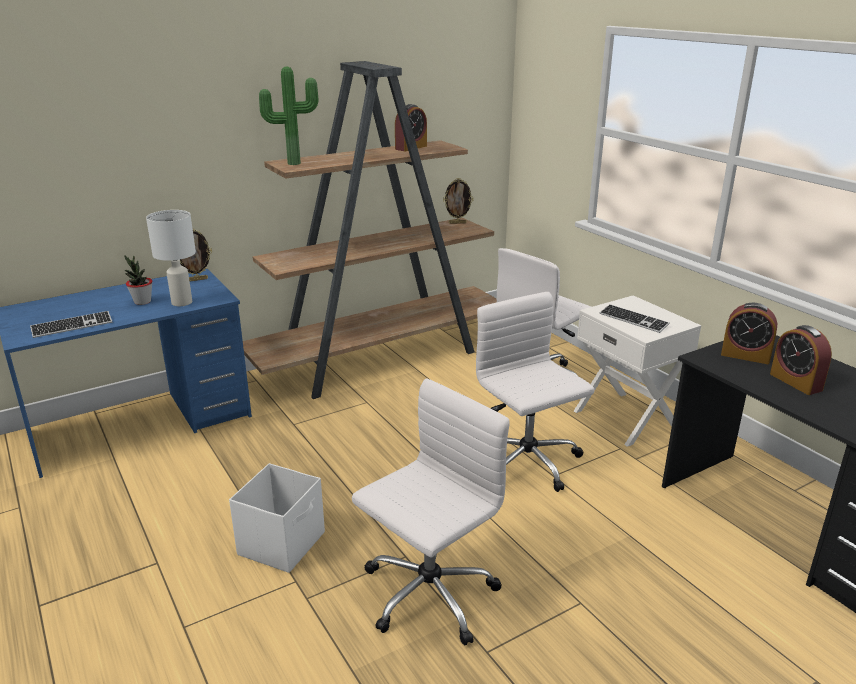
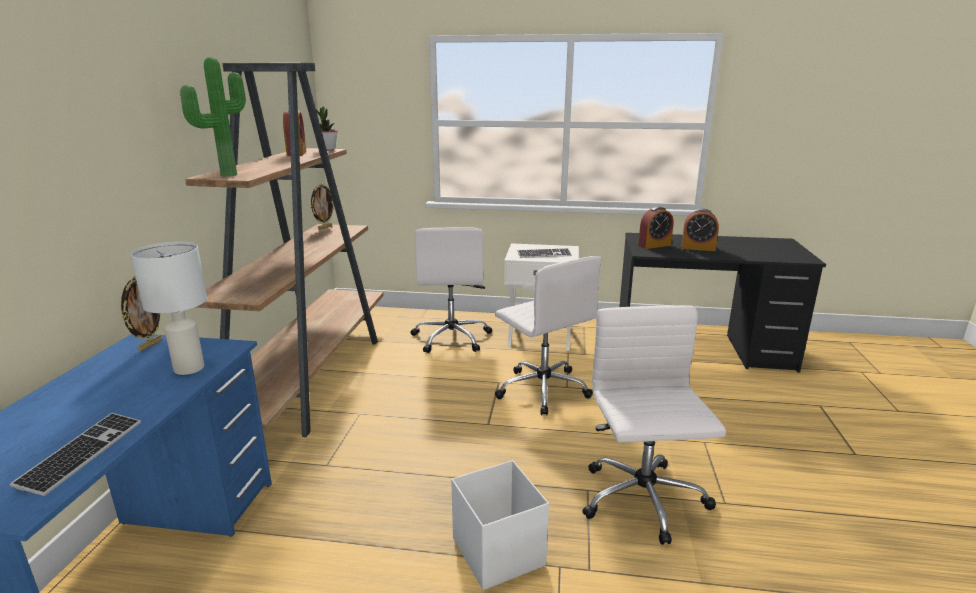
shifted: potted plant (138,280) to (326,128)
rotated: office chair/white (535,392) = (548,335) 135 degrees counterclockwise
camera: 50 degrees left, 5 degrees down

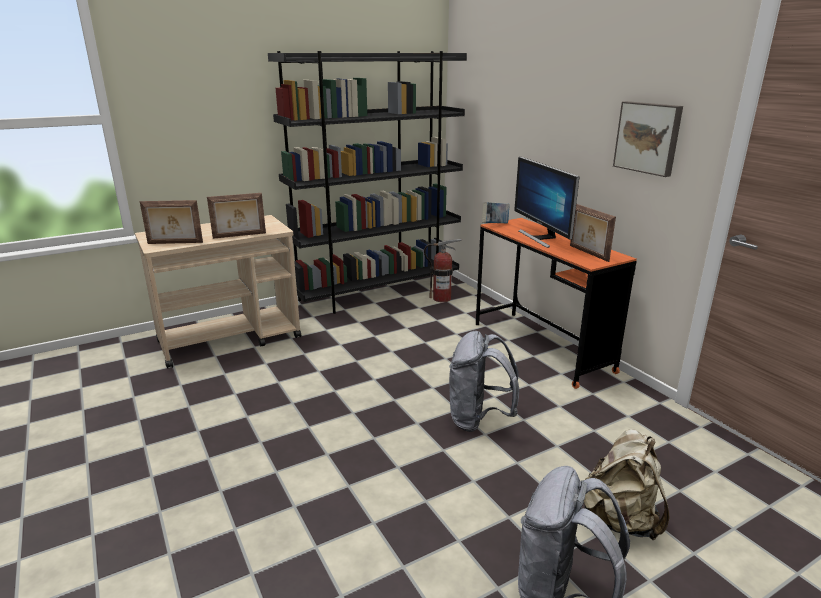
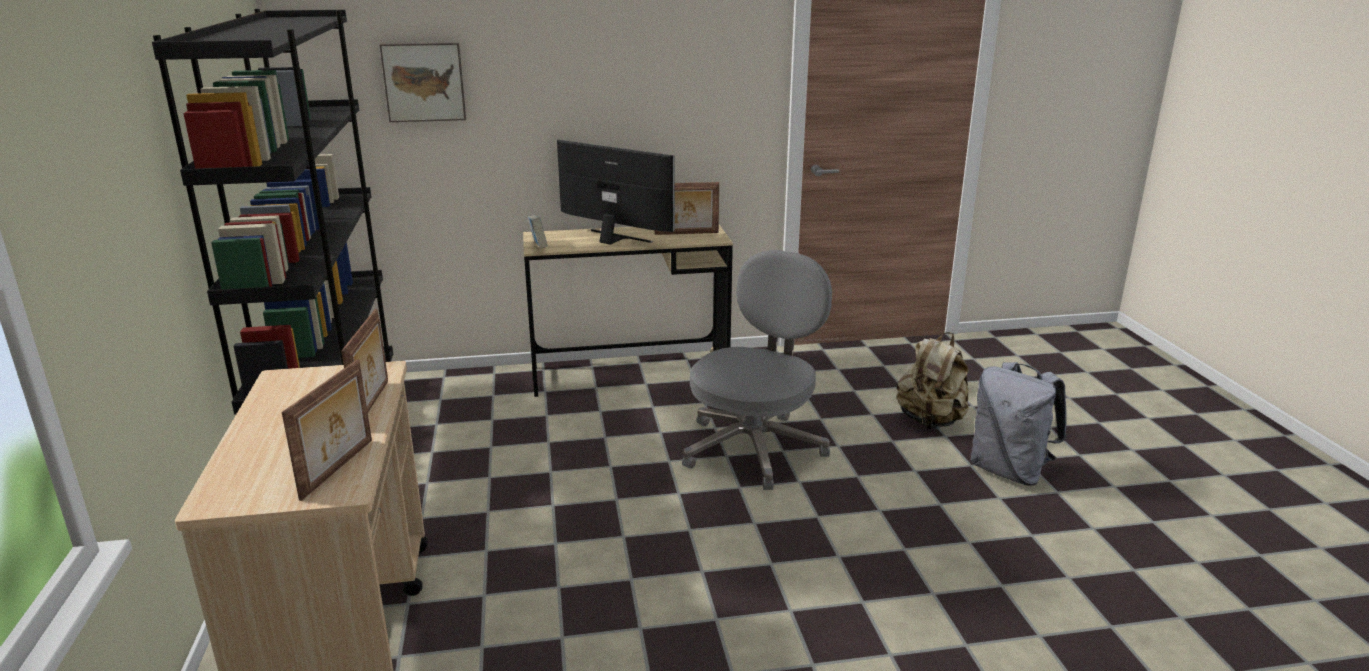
gone: fire extinguisher (443,270)
shifted: picture (648,139) to (423,82)
swapped: backpack/grey (484,381) to office chair/grey (757,370)
repainted: desk/orange (556,303) to desk/beige (628,311)
rotated: monitor (547,202) = (616,192) 150 degrees counterclockwise
camera: 70 degrees left, 0 degrees up

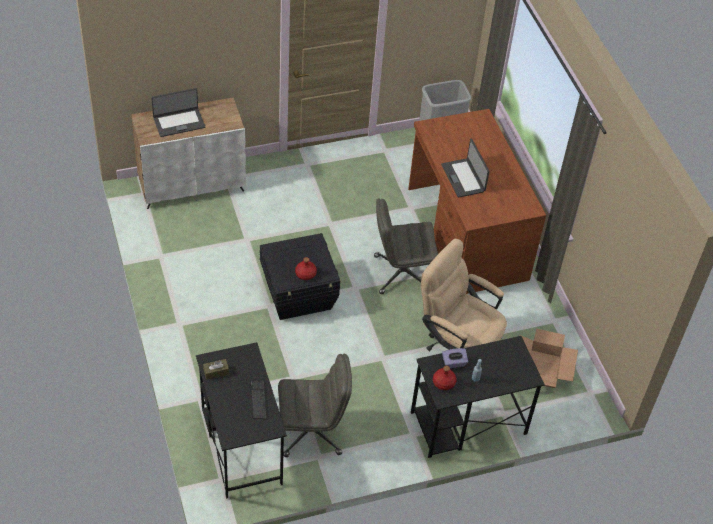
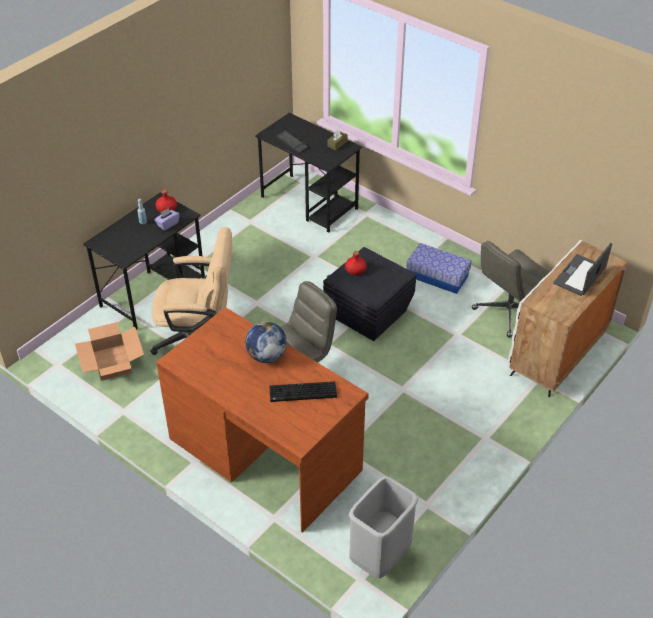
new: keyboard (303,391); storage box (439,268)
shifted: office chair/grey (315,405) to (511,289)
swapped: laptop (465,168) to globe (266,342)
camera: 150 degrees right, 5 degrees down

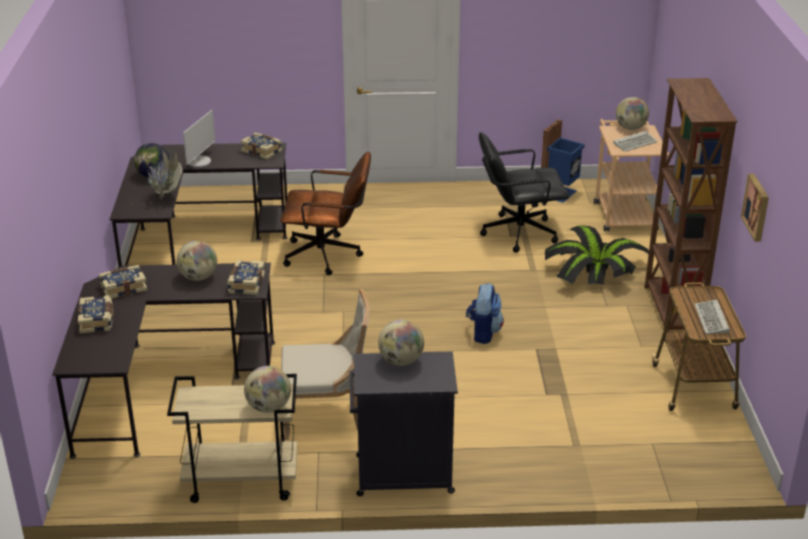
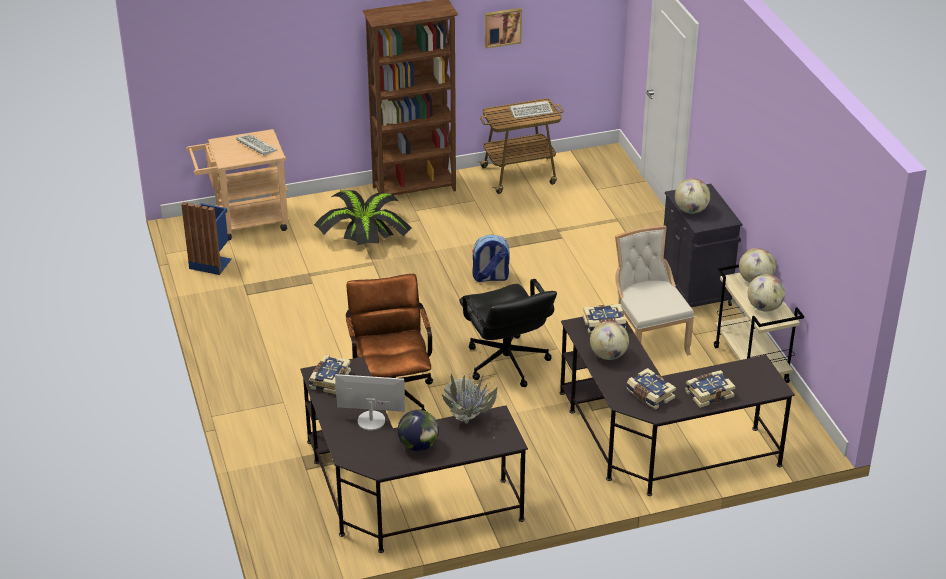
shifted: office chair/black (524,192) to (508,333); globe (632,113) to (766,293)
camera: 105 degrees left, 5 degrees up

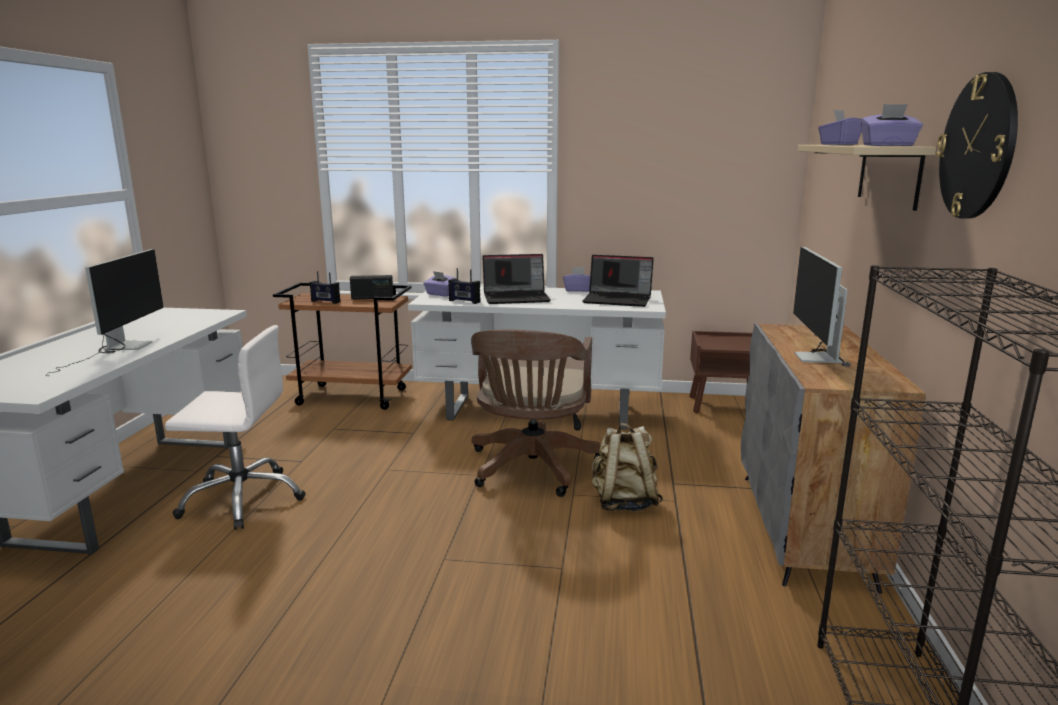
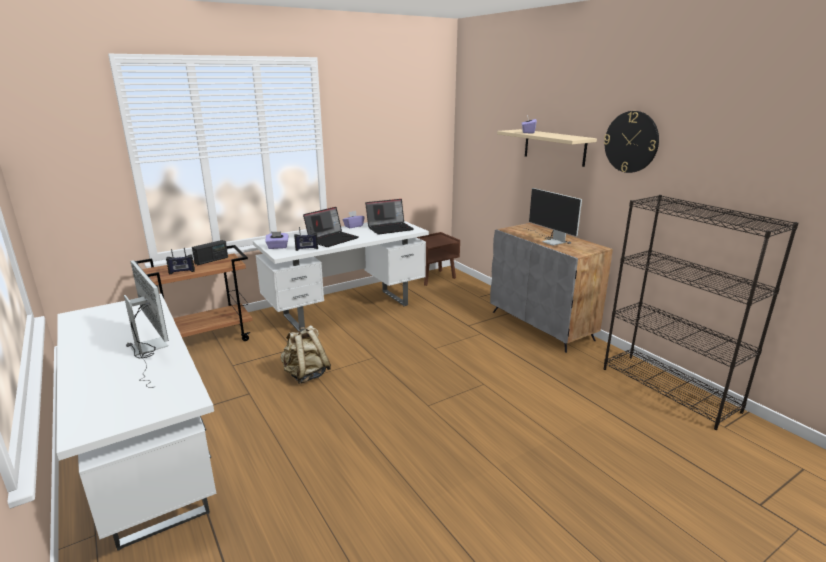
gone: office chair/white (235,427); office chair/brown (536,413); tissue box/purple (892,125)
shifted: backpack/beige (627,467) to (305,354)
camera: 40 degrees left, 5 degrees up

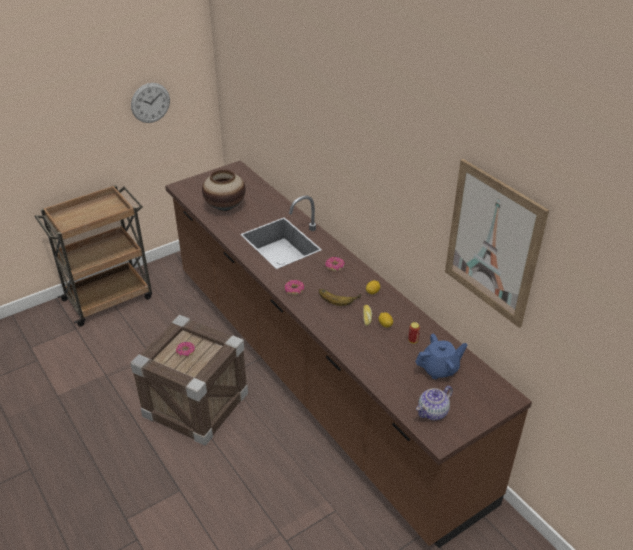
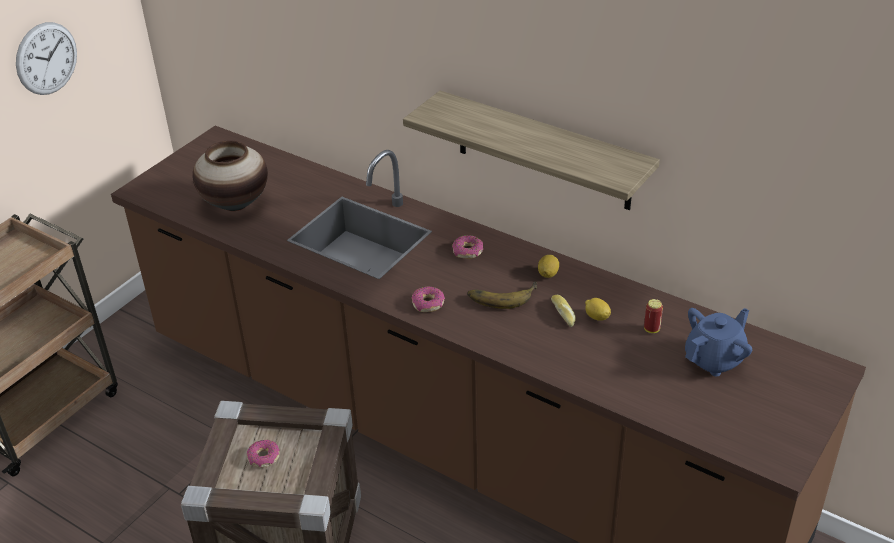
gone: teapot (434,403); picture (497,243)
new: shelf (531,150)
camera: 20 degrees left, 0 degrees up

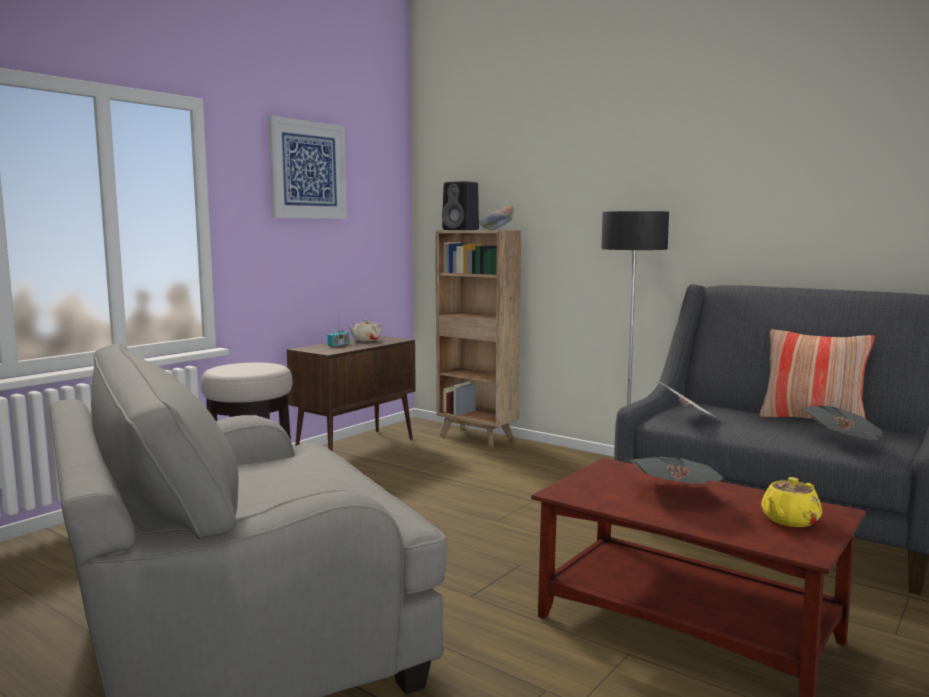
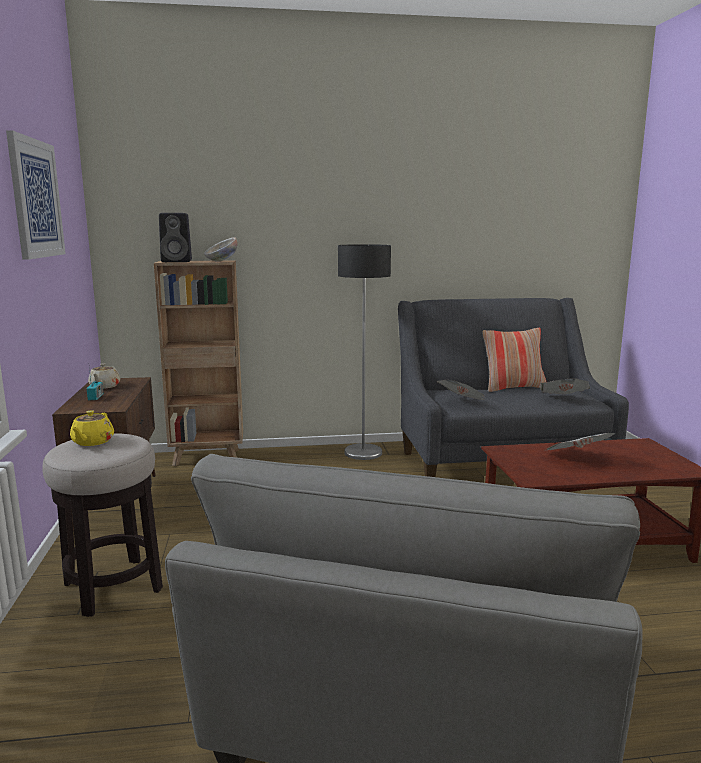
shifted: teapot/yellow (791,502) to (92,428)
camera: 45 degrees left, 5 degrees up

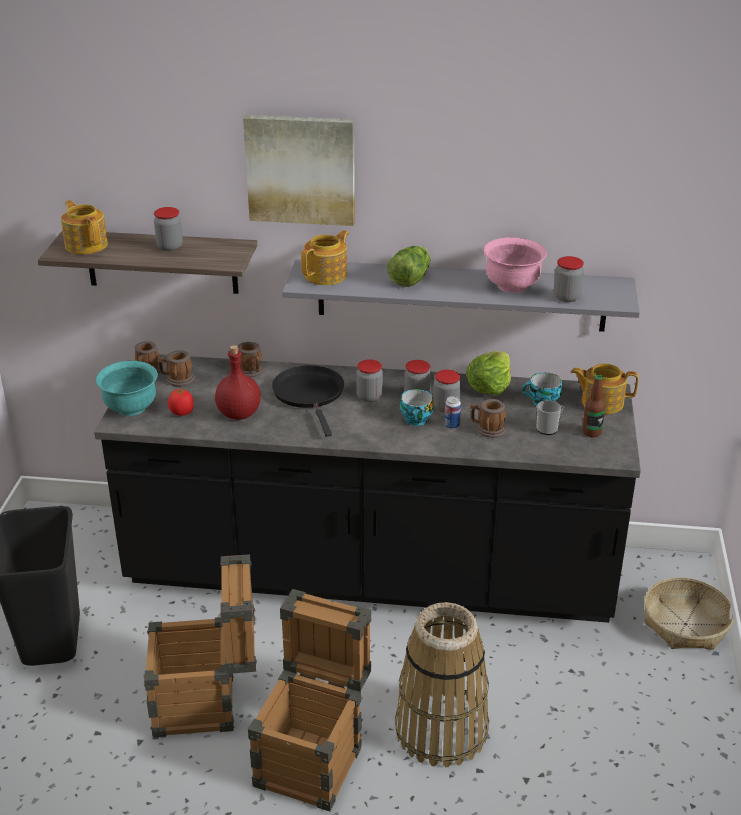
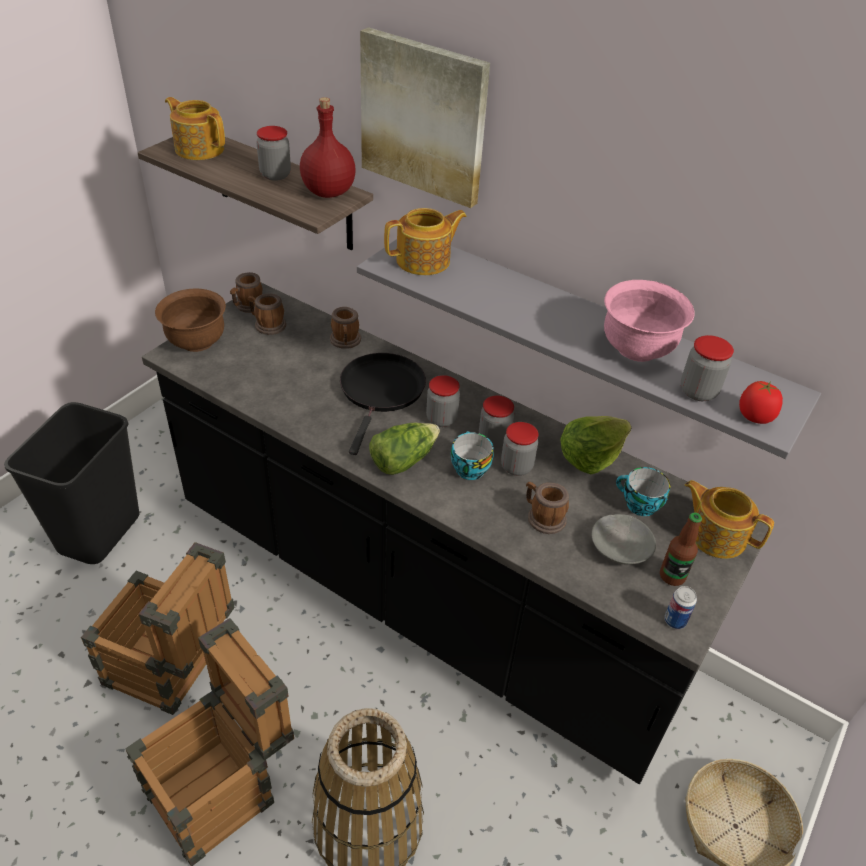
shifted: tomato (181,402) to (761,402); bottle/red (238,382) to (328,147); lettuce (408,266) to (404,449); can (452,412) to (680,607)
swapped: mug (550,417) to bowl/grey (623,539)
repainted: bowl/turquoise (127,388) to bowl/brown (190,320)
rotated: teapot (84,227) = (195,128) 45 degrees counterclockwise
camera: 25 degrees right, 10 degrees up

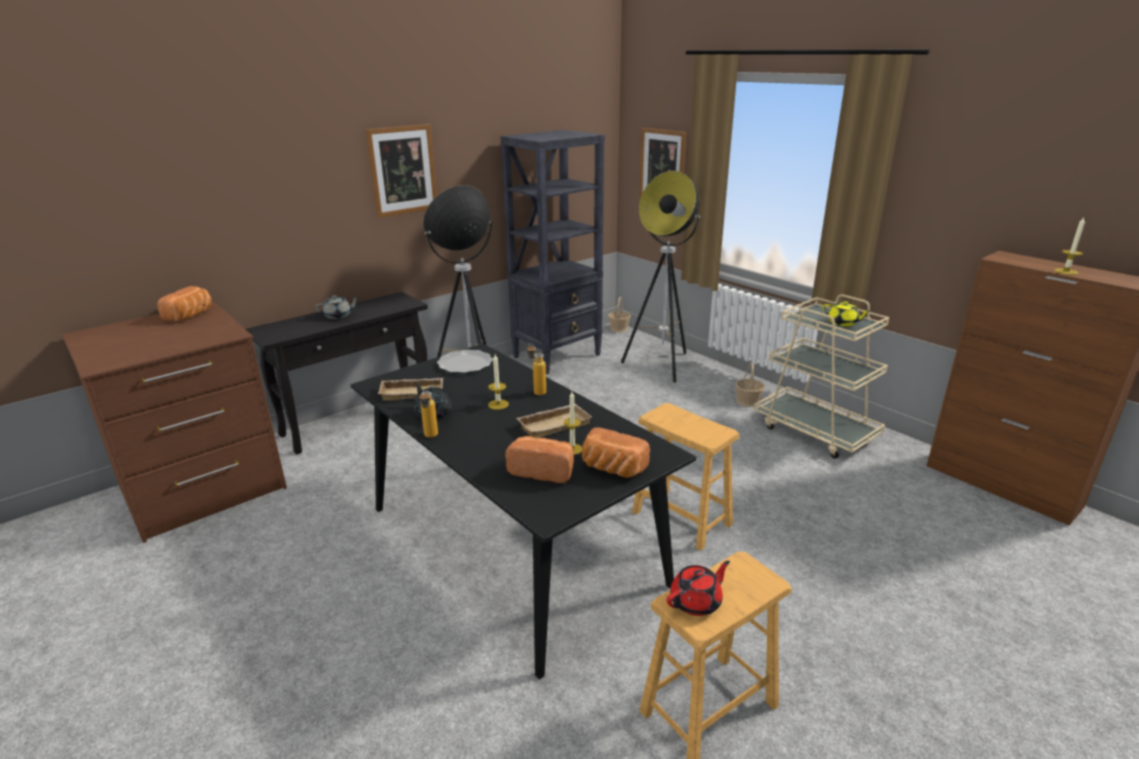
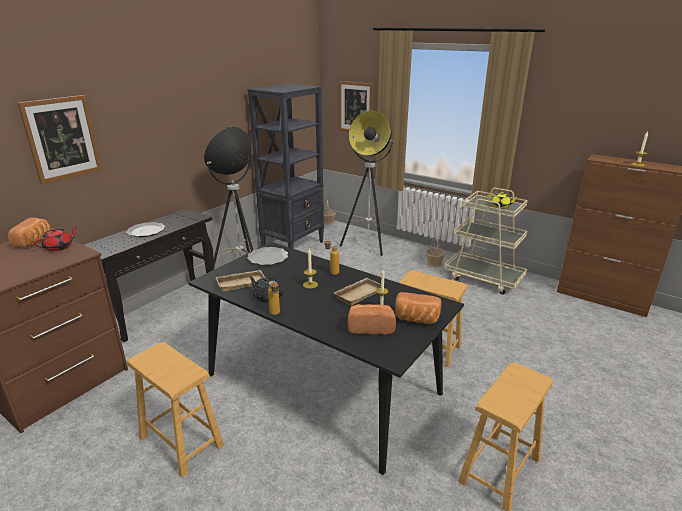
new: stool/brown (175,409)
shifted: picture (401,171) to (60,139); teapot/red (698,588) to (56,238)
swapped: teapot/grey (336,307) to plate (145,229)
camera: 15 degrees left, 0 degrees up

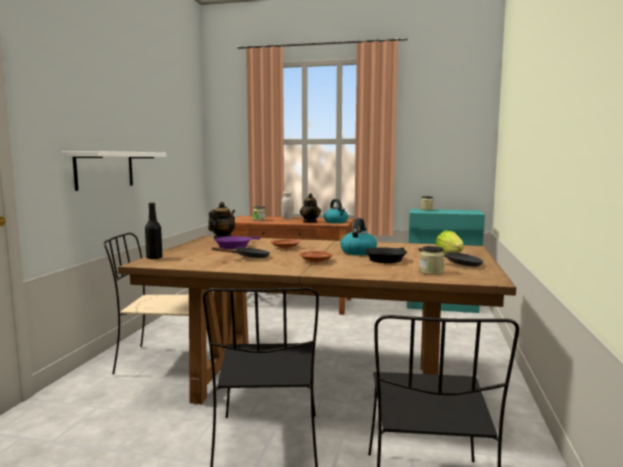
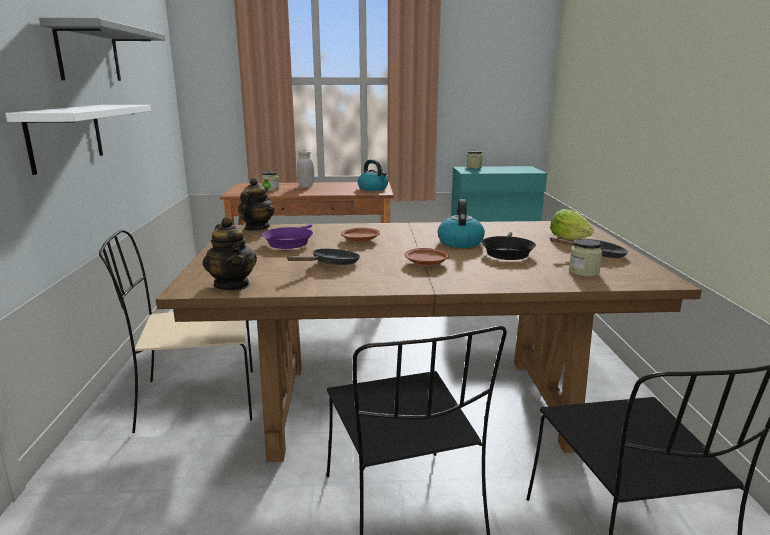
gone: bottle/black (154,231)
new: shelf/grey (102,49)
shifted: teapot (310,208) to (229,253)
camera: 15 degrees left, 10 degrees up

